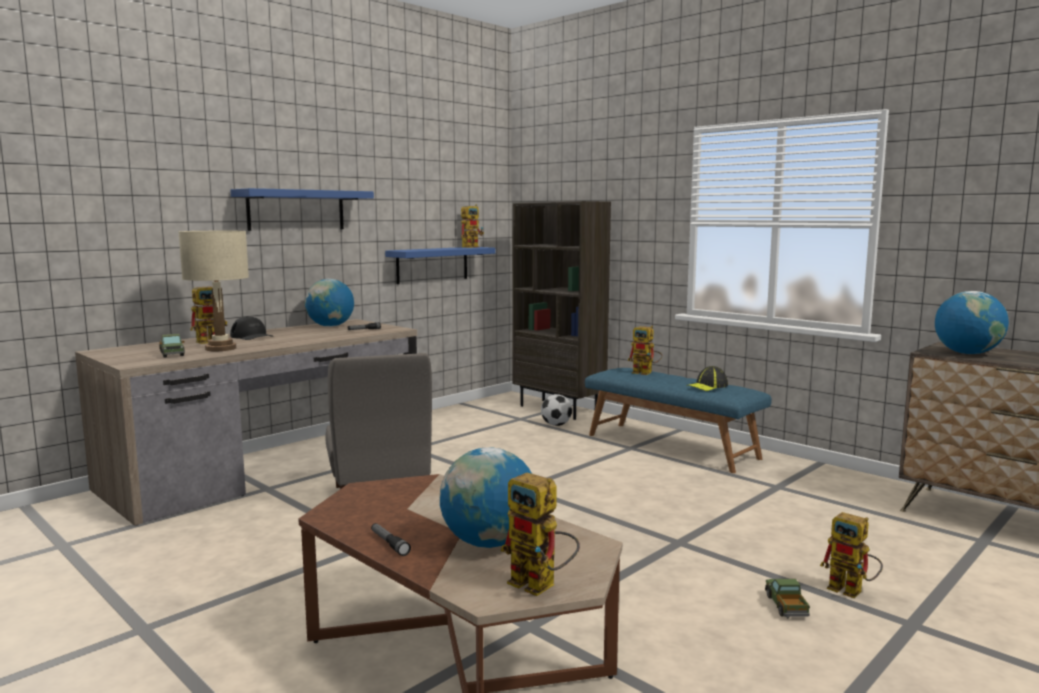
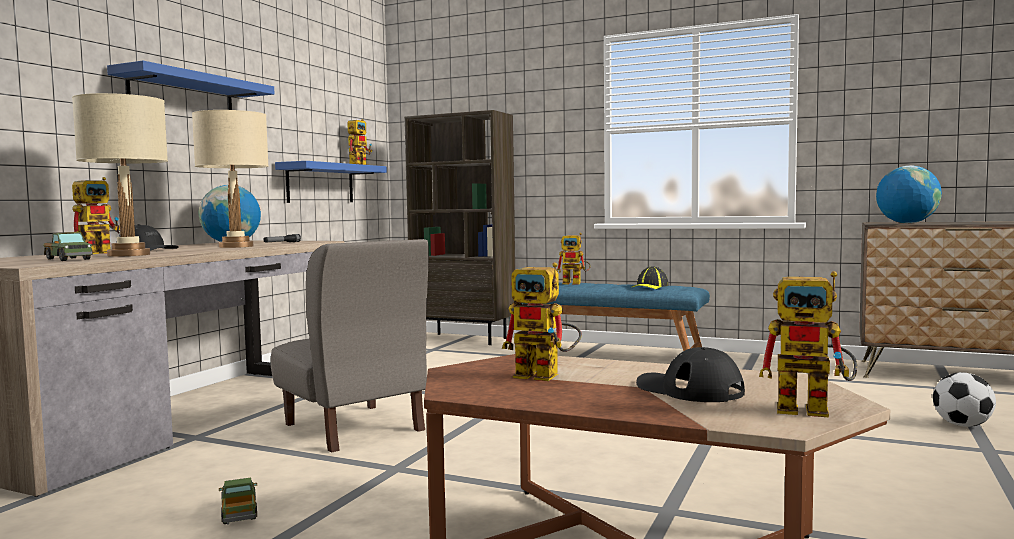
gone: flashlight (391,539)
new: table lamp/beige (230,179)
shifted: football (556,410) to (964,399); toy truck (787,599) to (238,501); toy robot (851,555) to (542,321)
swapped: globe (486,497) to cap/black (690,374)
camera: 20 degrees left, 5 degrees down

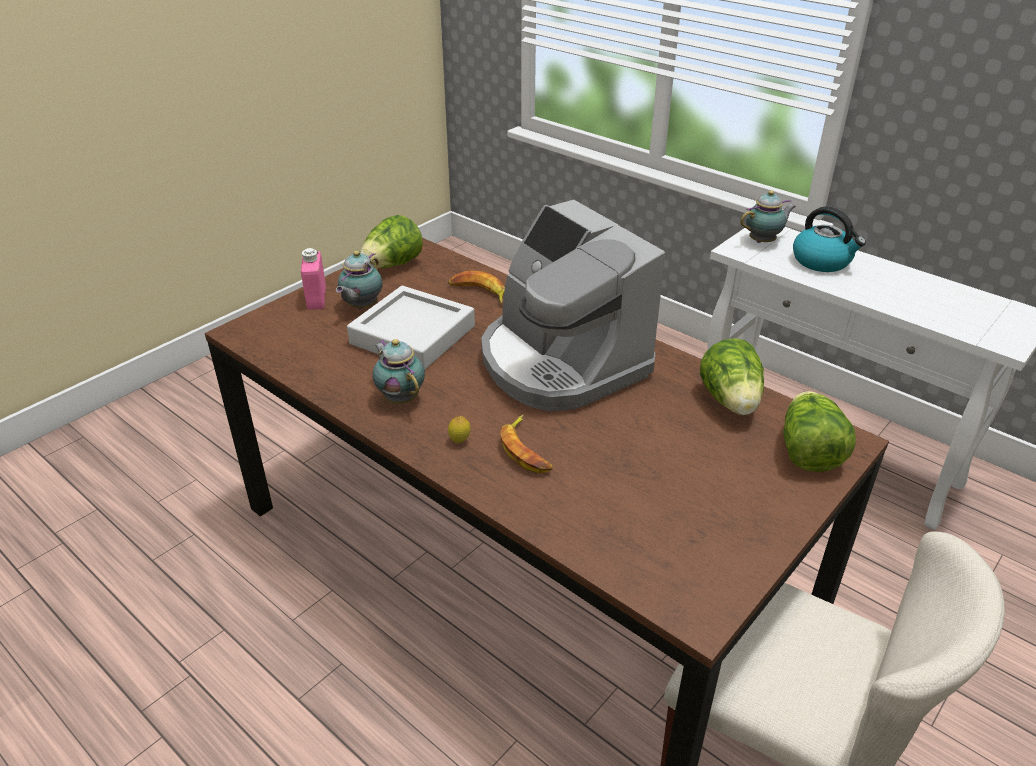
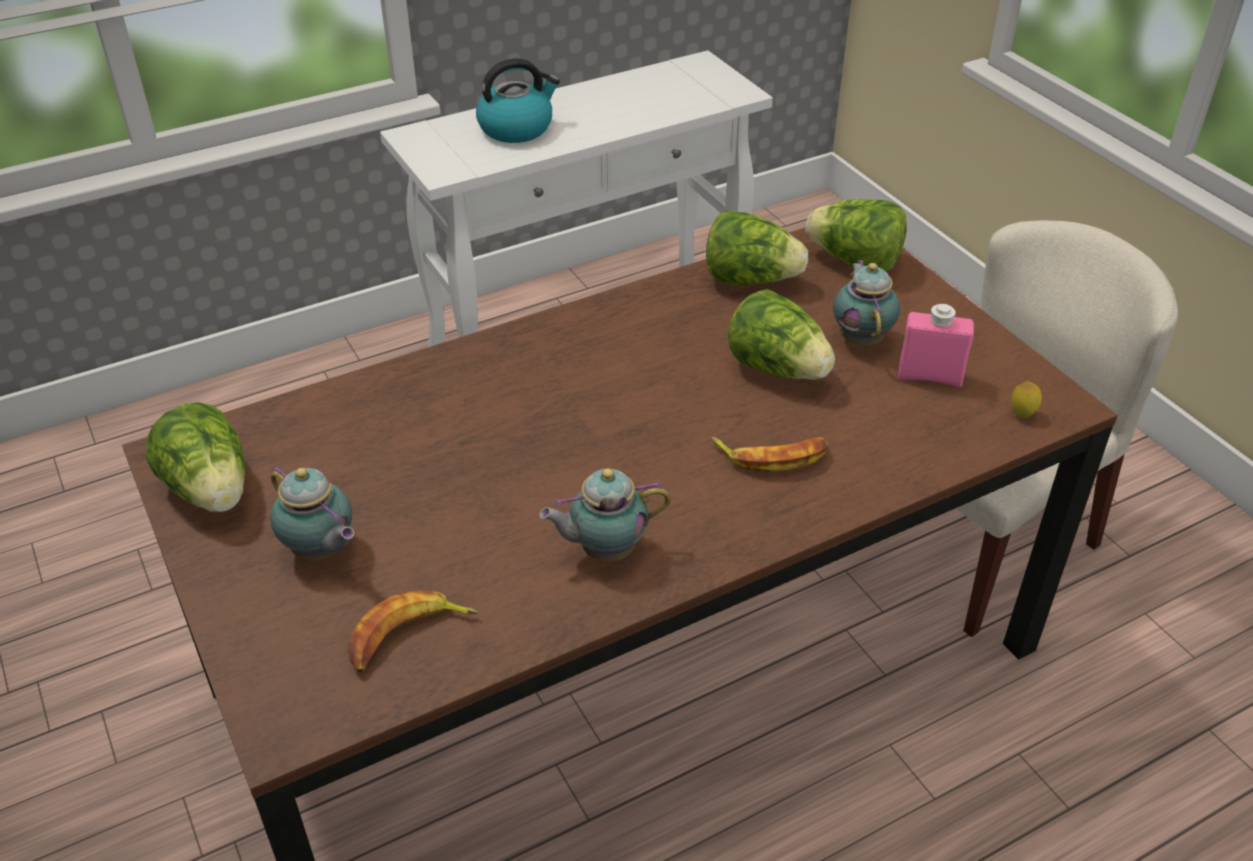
gone: tray/grey (411,328); coffee machine (573,305)
new: lettuce (781,334)
shifted: bottle/pink (313,279) to (936,345); banana (476,287) to (412,632); lemon (459,429) to (1026,399); teapot (768,216) to (866,303)
camera: 70 degrees left, 5 degrees up

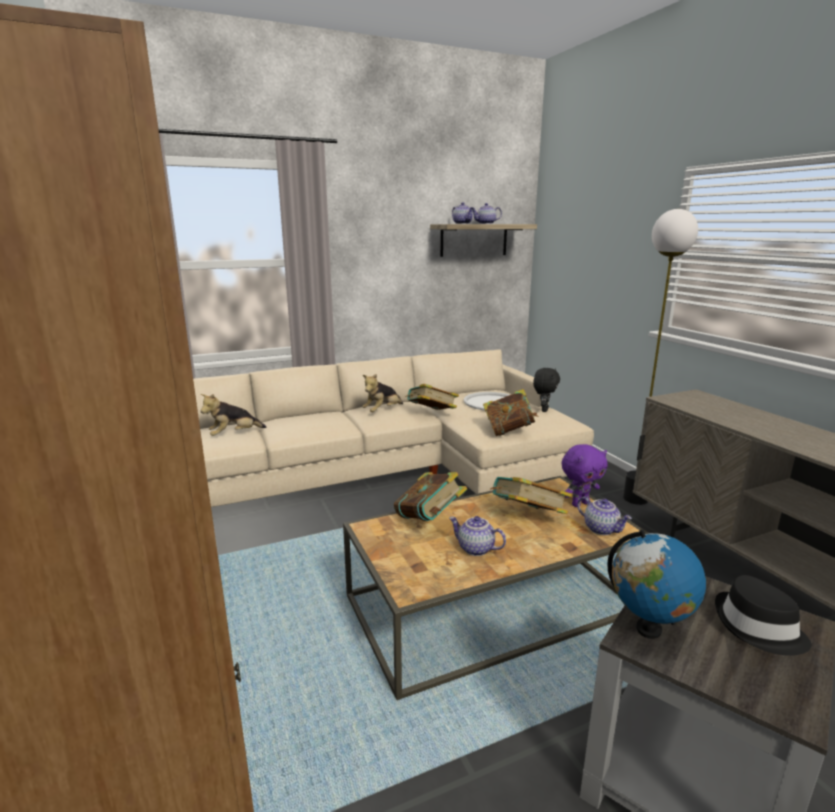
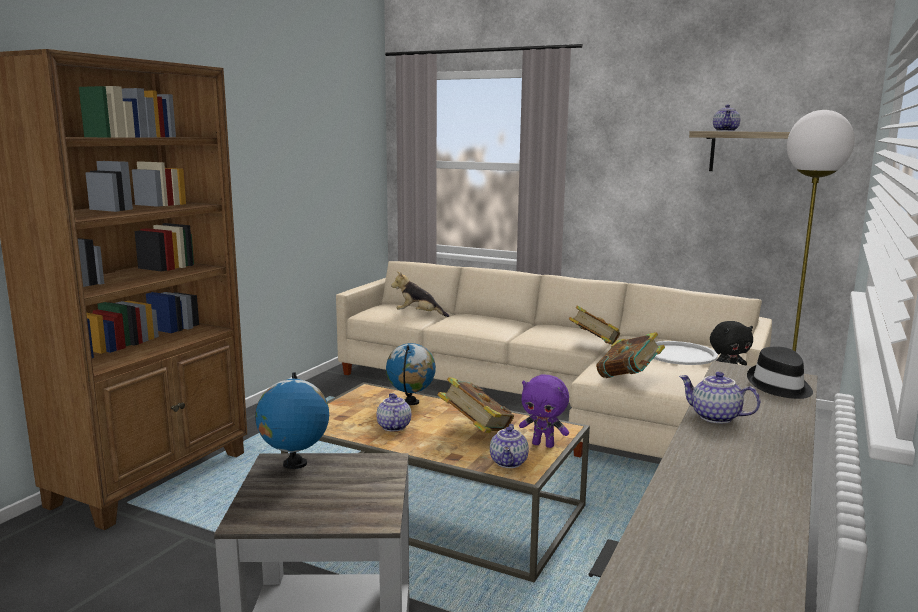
gone: plush toy (382,393)
shifted: teapot (487,213) to (719,397); hat/black (763,615) to (780,373)
swapped: book (430,496) to globe (411,374)
camera: 50 degrees right, 5 degrees down

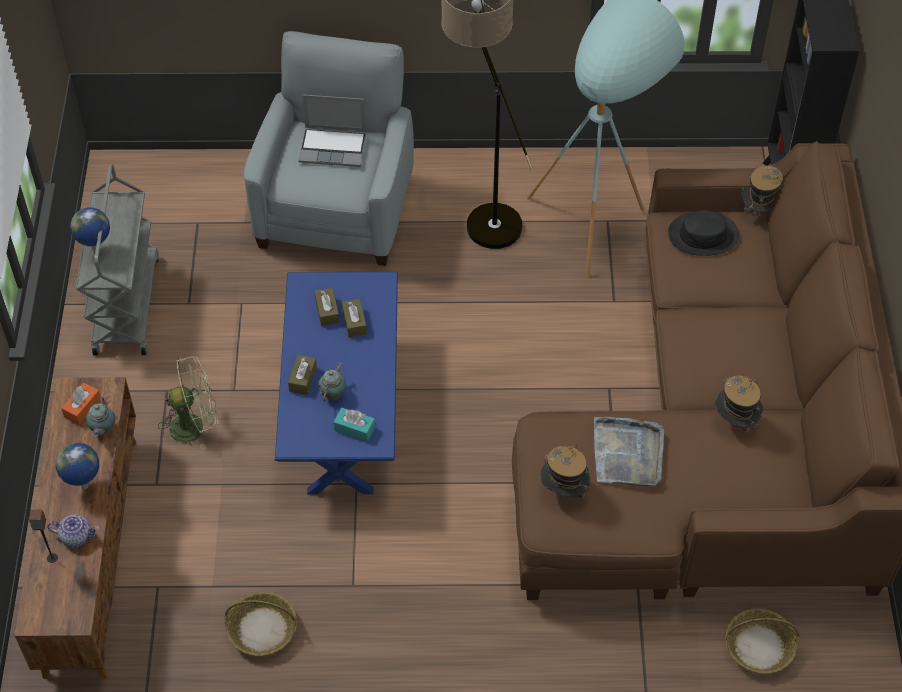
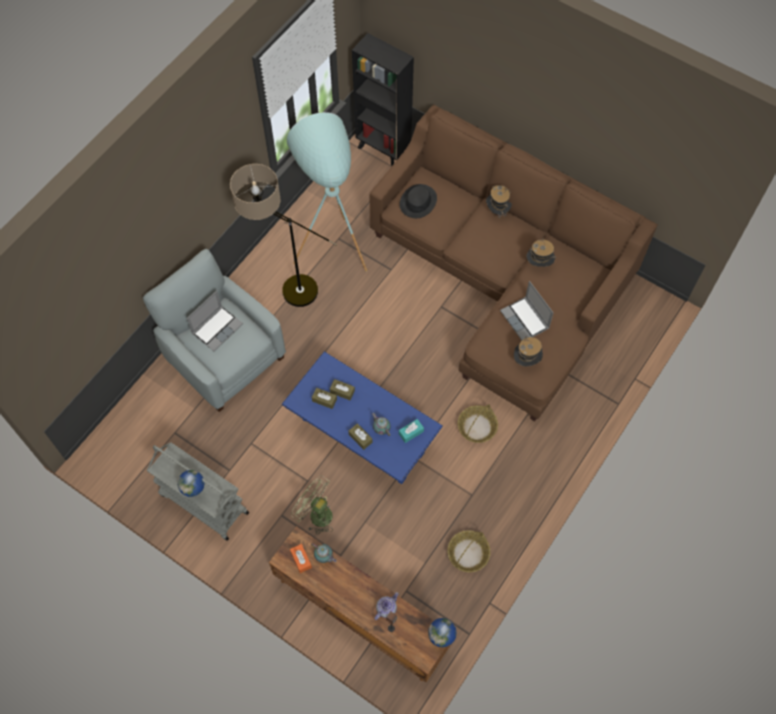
shifted: globe (77,466) to (442,632); basket (763,641) to (477,424); hat (762,195) to (499,202)
swapped: tray/grey (629,451) to laptop (526,310)
rotated: fan/green (188,403) = (312,505) 75 degrees counterclockwise
camera: 55 degrees left, 10 degrees up

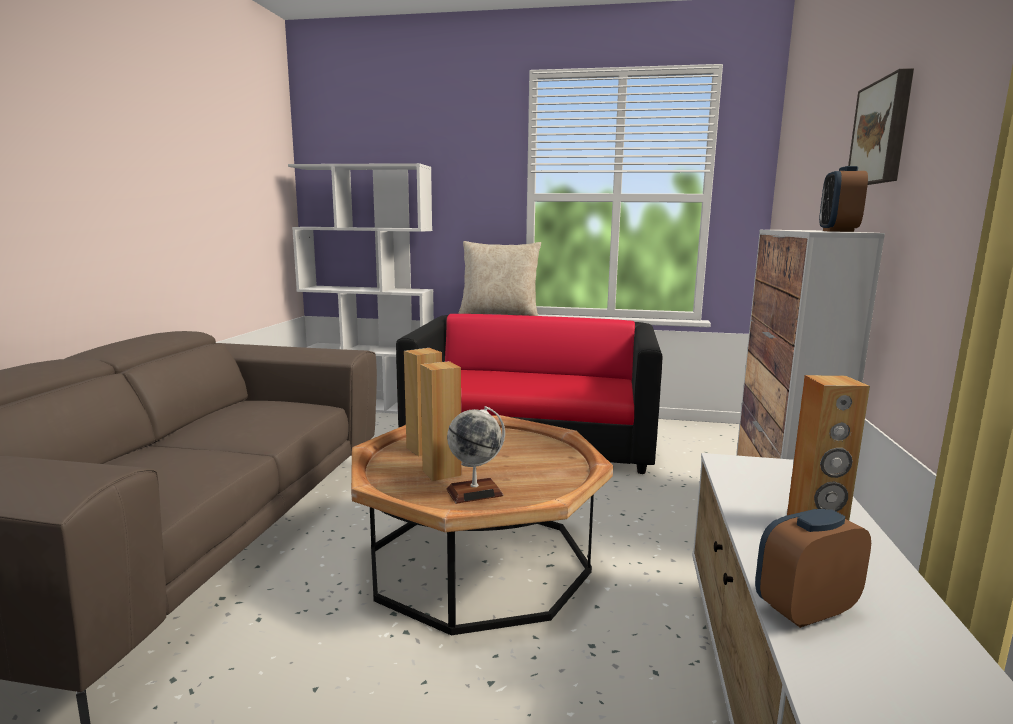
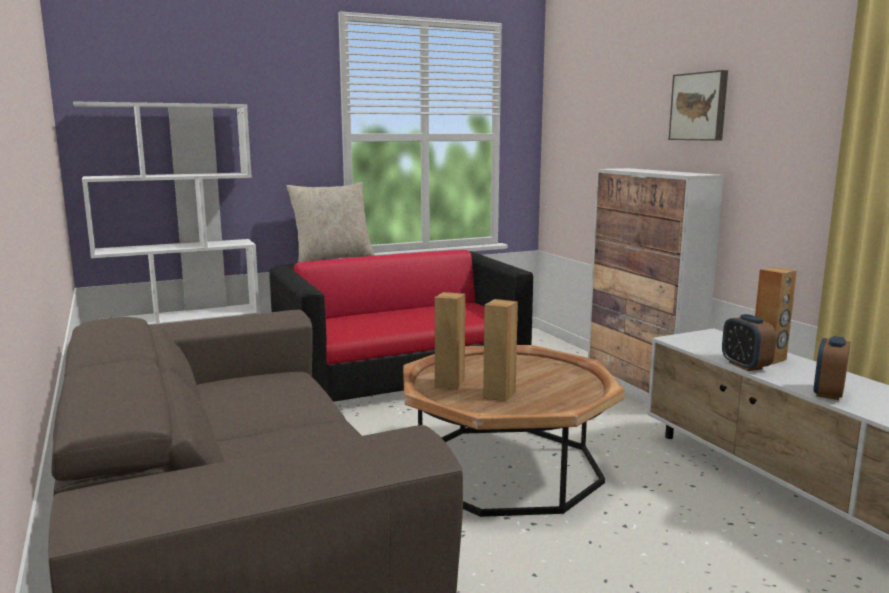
gone: globe (476,455)
shifted: alarm clock (843,199) to (749,342)
camera: 35 degrees left, 0 degrees up

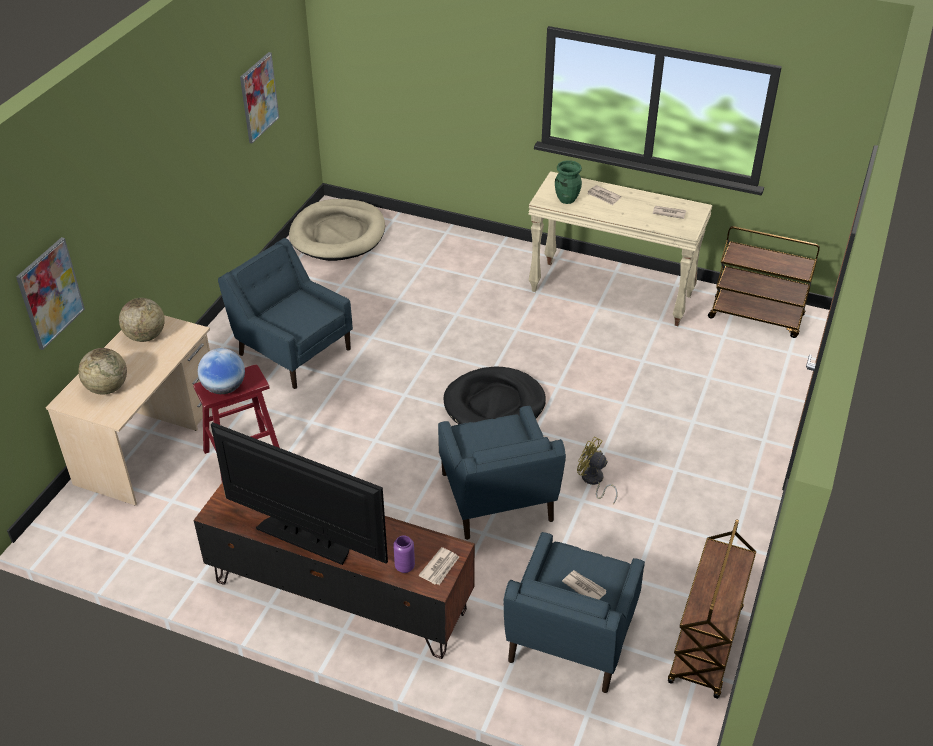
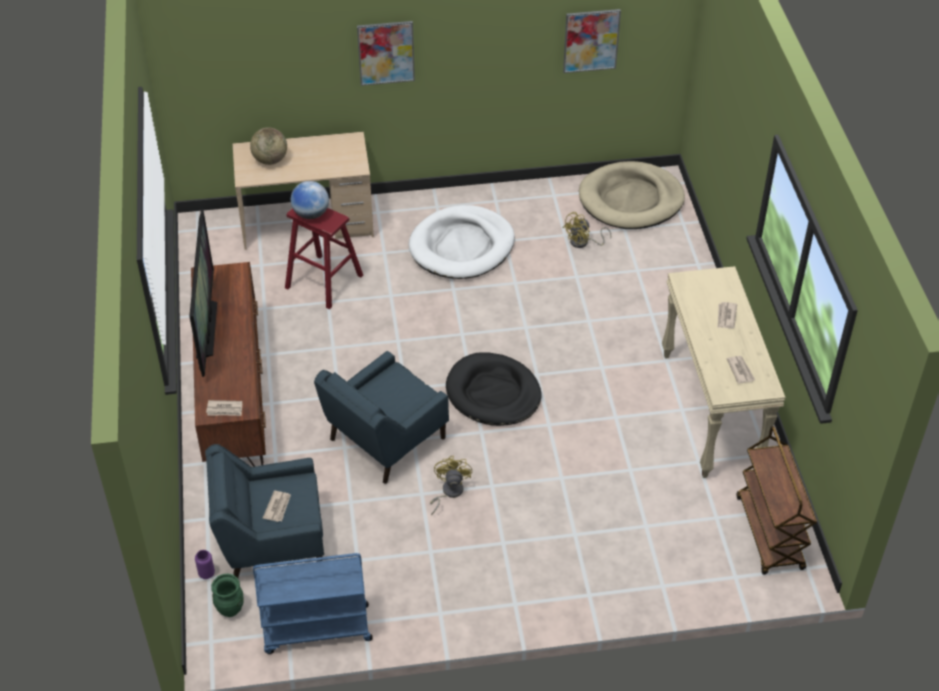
gone: globe (142,320)
new: fan/yellow (587,230)
shifted: picture (50,293) to (386,53); vase/purple (404,554) to (205,564); vase/green (568,182) to (227,595)
swapped: armchair/blue (285,313) to dog bed/white (461,242)
repainted: cart/brown (712,609) to cart/blue (313,603)
camera: 60 degrees right, 5 degrees up

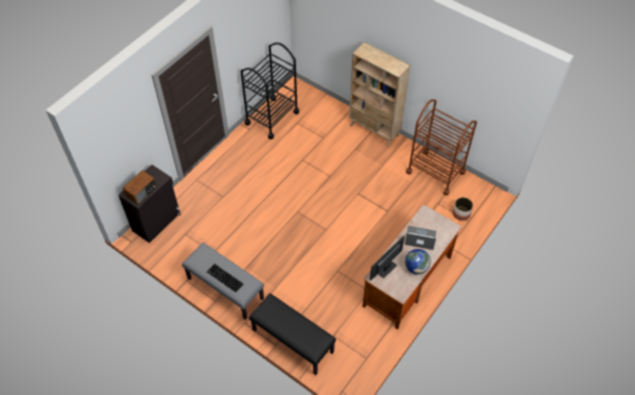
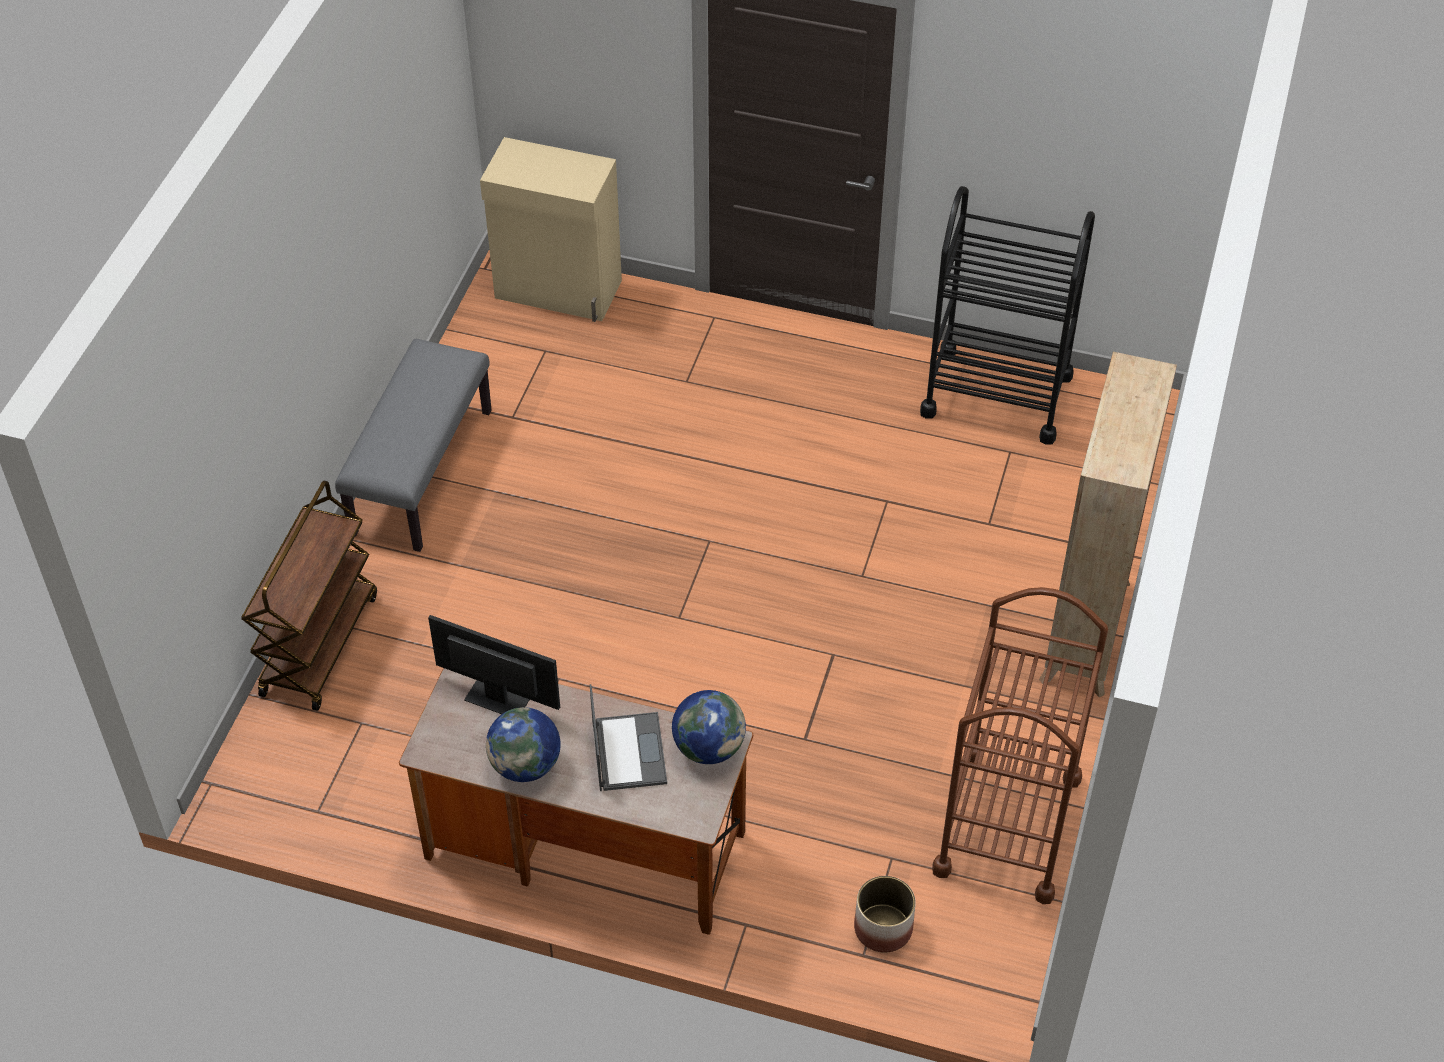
gone: radio (140,187); keyboard (225,278)
new: globe (709,727)
swapped: bench/black (292,334) to cart/brown (309,596)
repainted: cabinet/black (149,204) to cabinet/beige (551,229)
camera: 70 degrees right, 5 degrees down

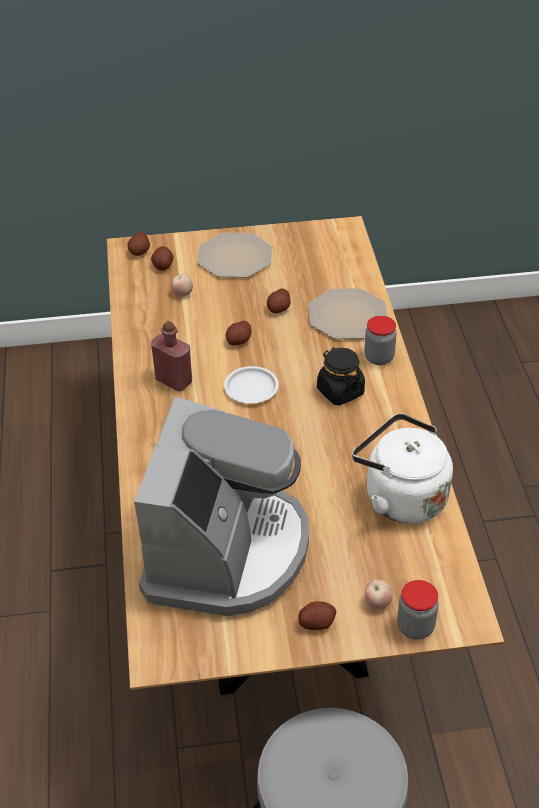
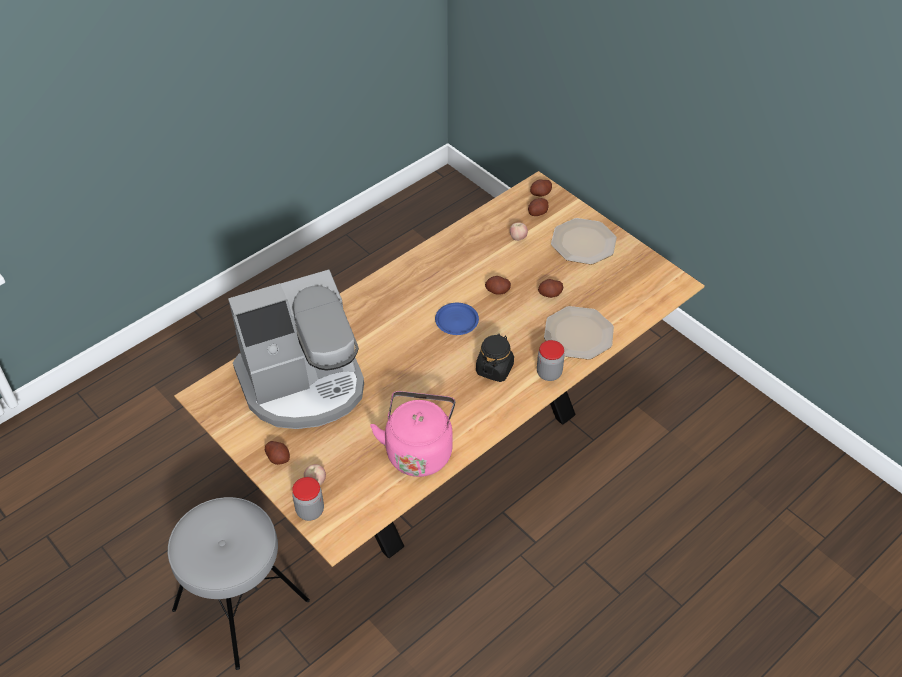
gone: bottle/red (171,356)
repainted: plate/white (251,385) to plate/blue (457,319); kettle/white (402,468) to kettle/pink (412,434)
camera: 55 degrees right, 5 degrees up

